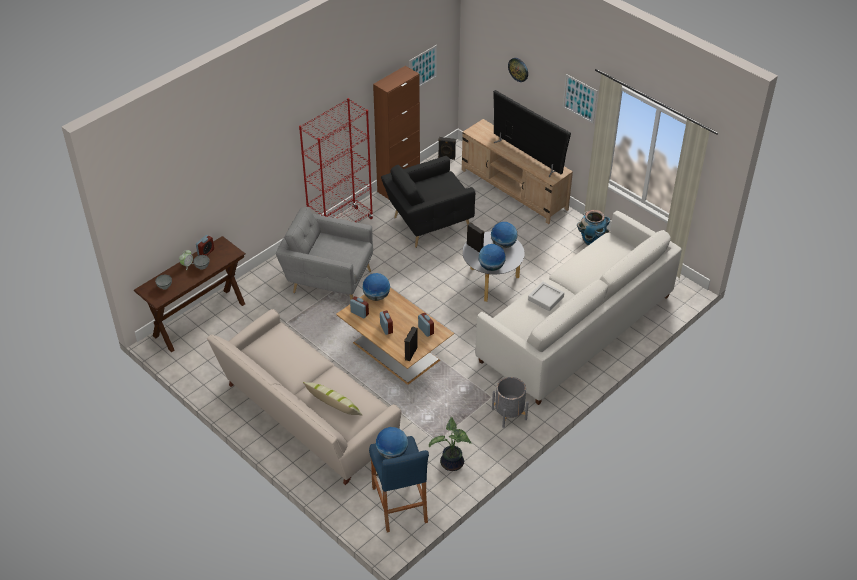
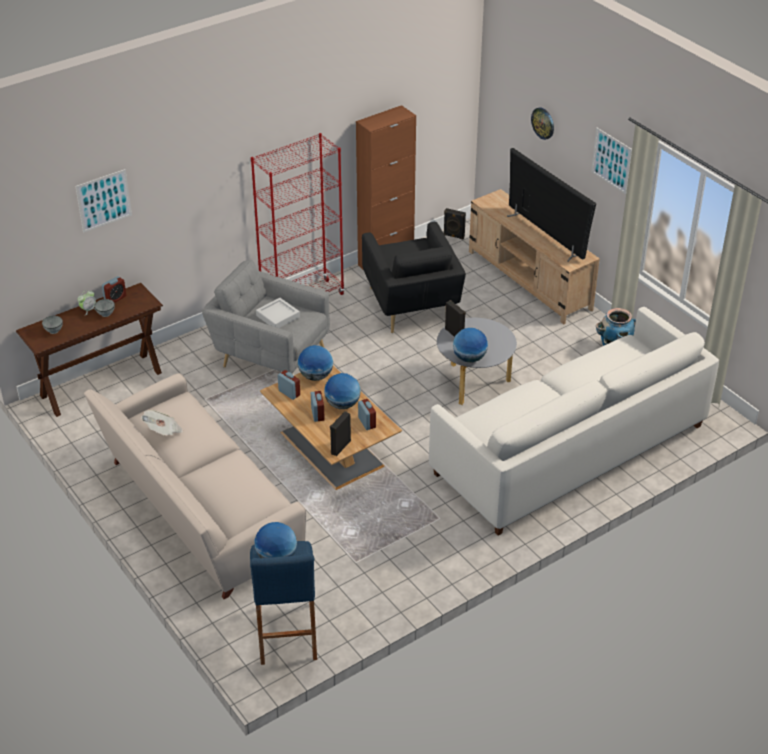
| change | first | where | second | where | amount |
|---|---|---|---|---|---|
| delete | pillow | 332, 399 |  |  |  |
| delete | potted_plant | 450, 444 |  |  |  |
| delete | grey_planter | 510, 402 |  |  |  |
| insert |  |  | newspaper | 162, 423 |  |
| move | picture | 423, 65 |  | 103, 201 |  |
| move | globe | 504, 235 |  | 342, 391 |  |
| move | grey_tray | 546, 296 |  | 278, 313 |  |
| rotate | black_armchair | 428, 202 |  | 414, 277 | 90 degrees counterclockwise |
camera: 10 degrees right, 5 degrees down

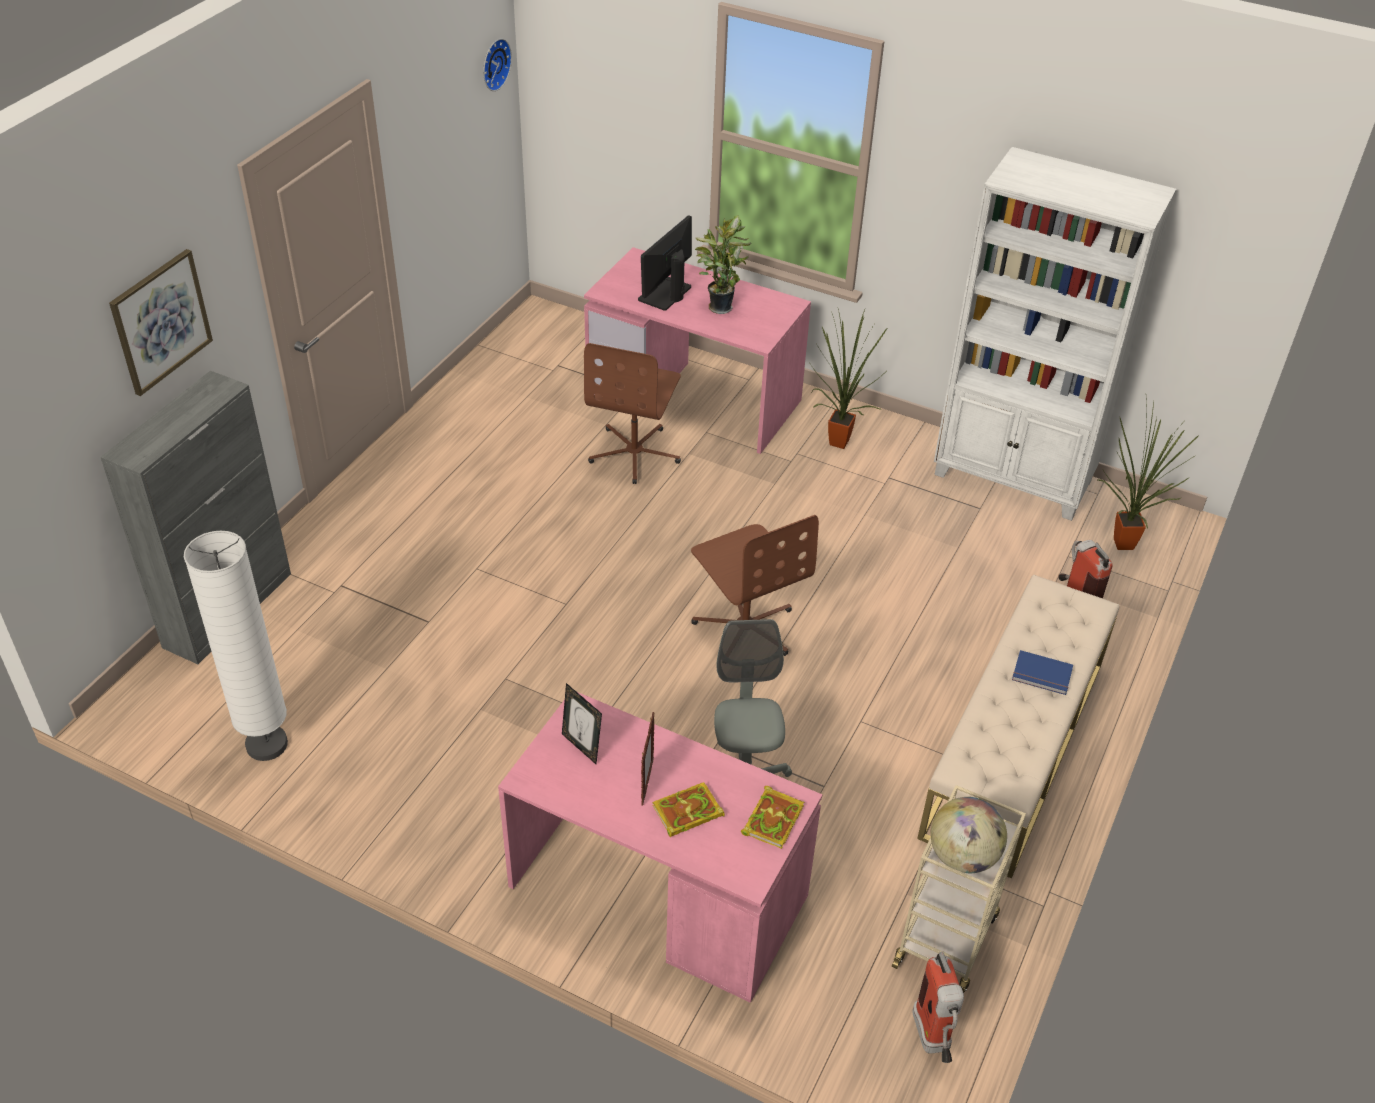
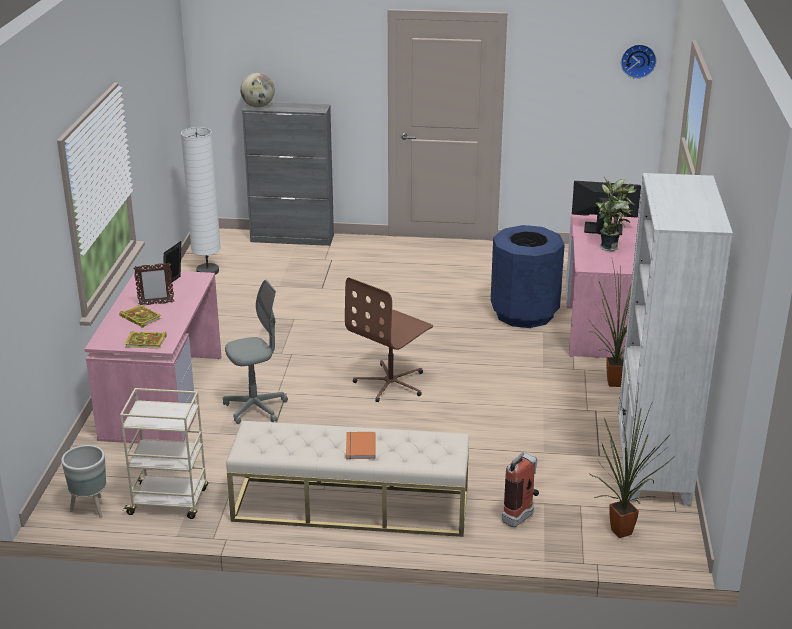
| change | first | where | second | where | amount |
|---|---|---|---|---|---|
| delete | picture | 161, 322 |  |  |  |
| move | globe | 968, 835 |  | 257, 90 |  |
| replace | brown_office_chair | 632, 413 | blue_trash_can | 528, 276 |  |
| replace | fire_extinguisher | 938, 1007 | grey_planter | 83, 481 |  |
| recolor | blue_book | 1042, 672 | orange_book | 361, 445 |  |
camera: 70 degrees right, 15 degrees down

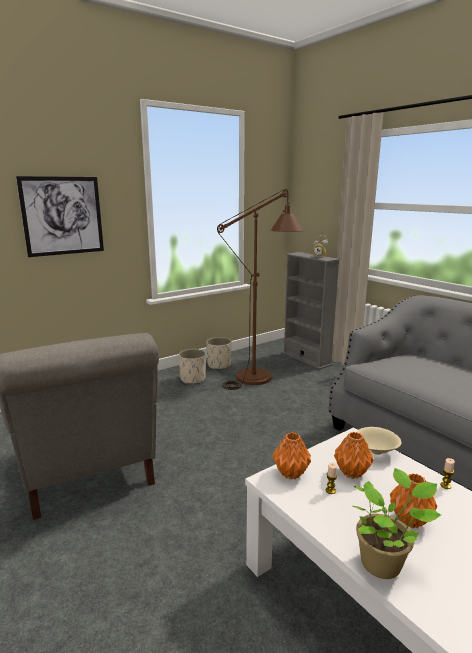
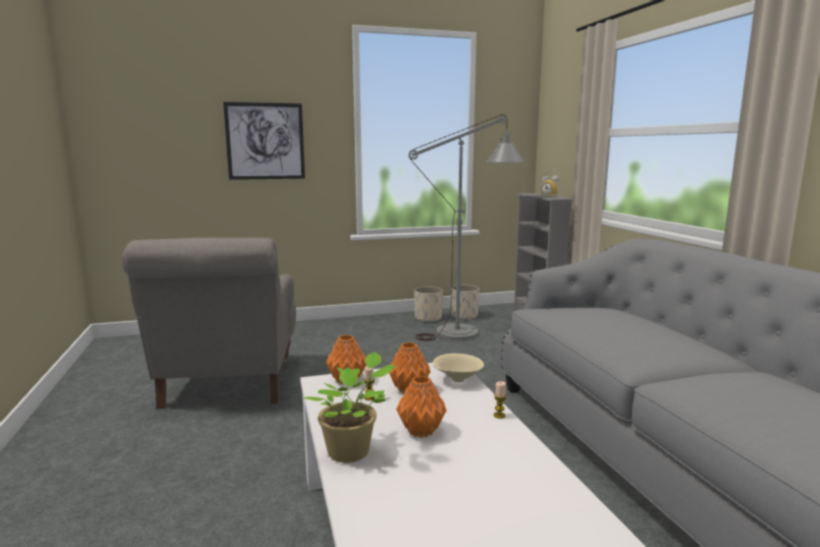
| change | first | where | second | where | amount |
|---|---|---|---|---|---|
| move | beige_planter | 192, 366 |  | 465, 302 |  |
| recolor | brown_floor_lamp | 260, 289 | grey_floor_lamp | 467, 227 |  |
camera: 20 degrees right, 5 degrees down

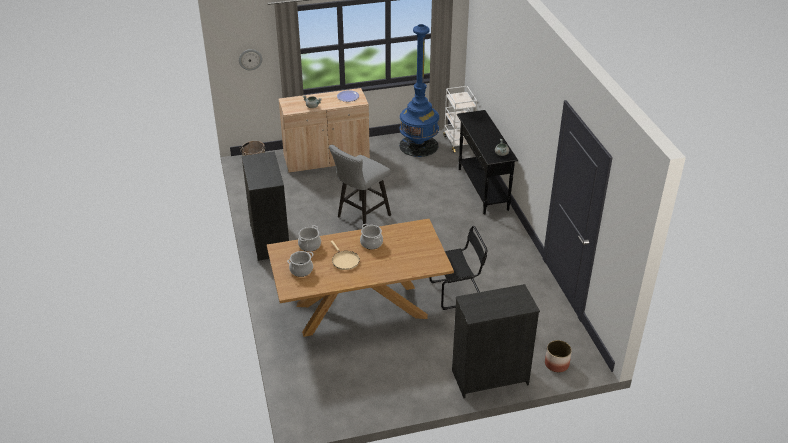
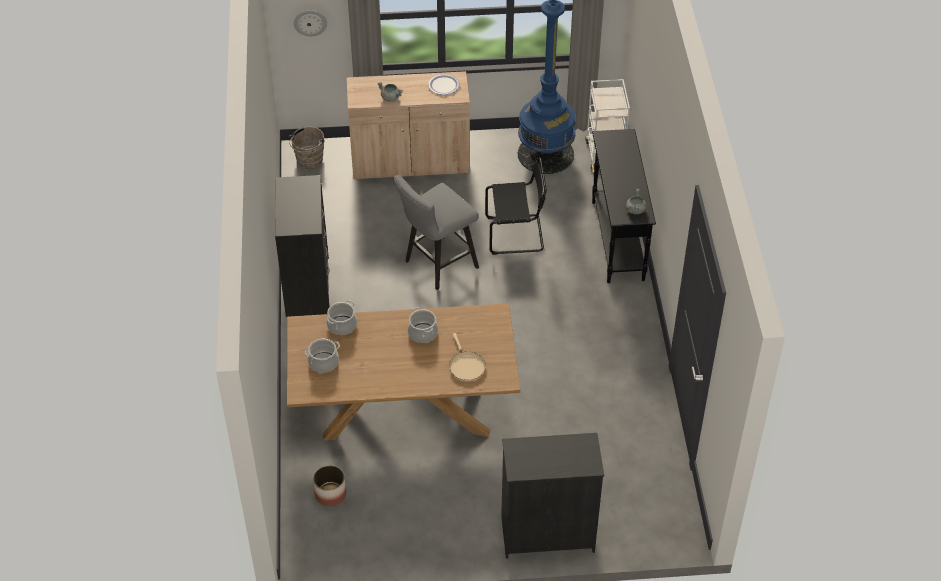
| change | first | where | second | where | amount |
|---|---|---|---|---|---|
| move | beige_frying_pan | 345, 255 |  | 467, 357 |  |
| move | black_chair | 458, 268 |  | 516, 206 |  |
| move | planter | 558, 356 |  | 329, 485 |  |
camera: 10 degrees right, 10 degrees up

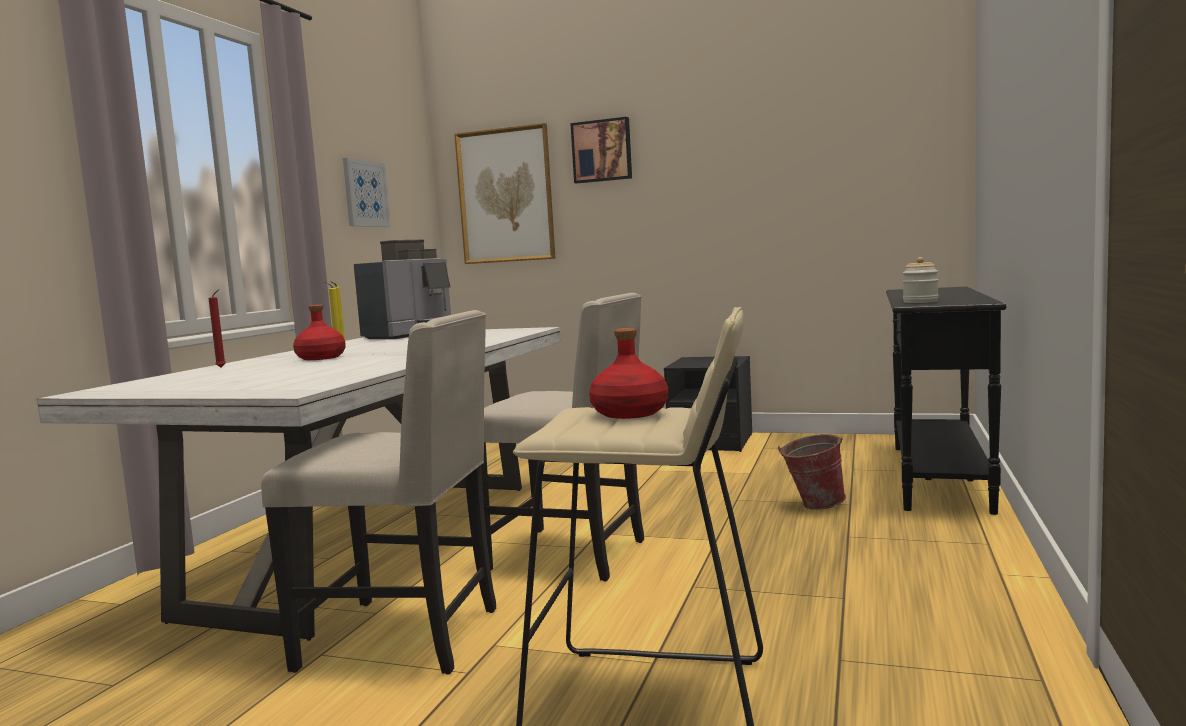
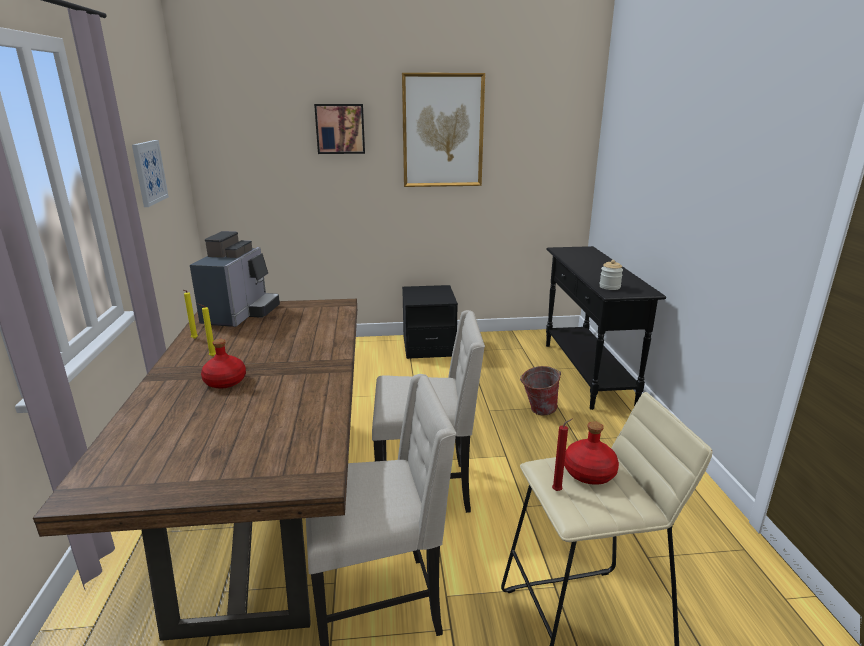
| change | first | where | second | where | amount |
|---|---|---|---|---|---|
| move | red_candle | 217, 328 |  | 562, 455 |  |
| move | picture | 505, 193 |  | 443, 130 |  |
| recolor | white_dining_table | 298, 484 | brown_dining_table | 195, 470 |  |
camera: 25 degrees left, 15 degrees up

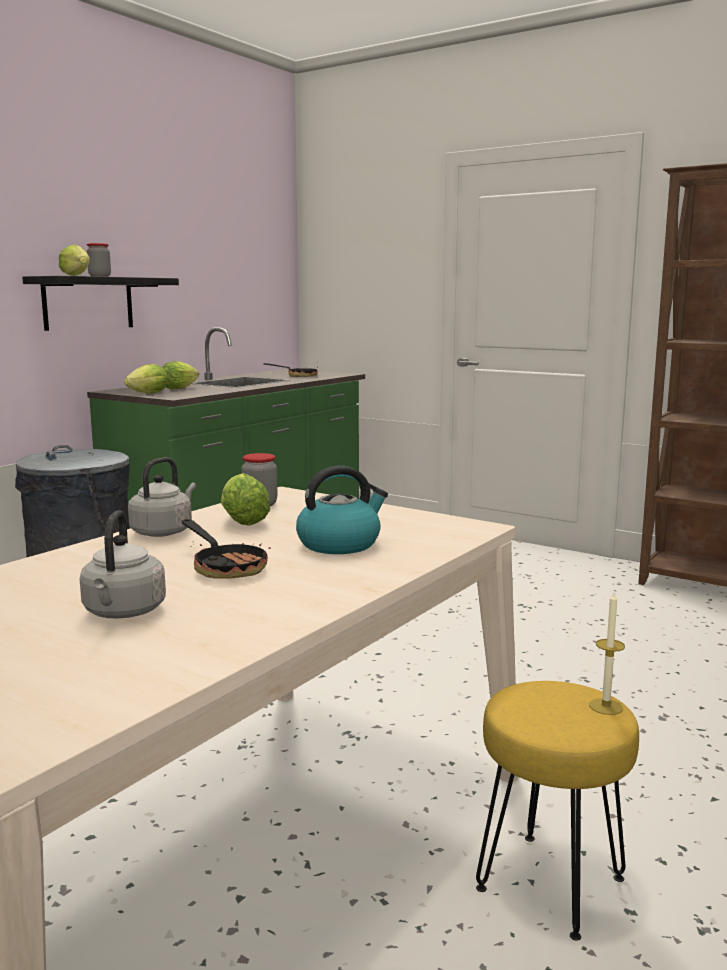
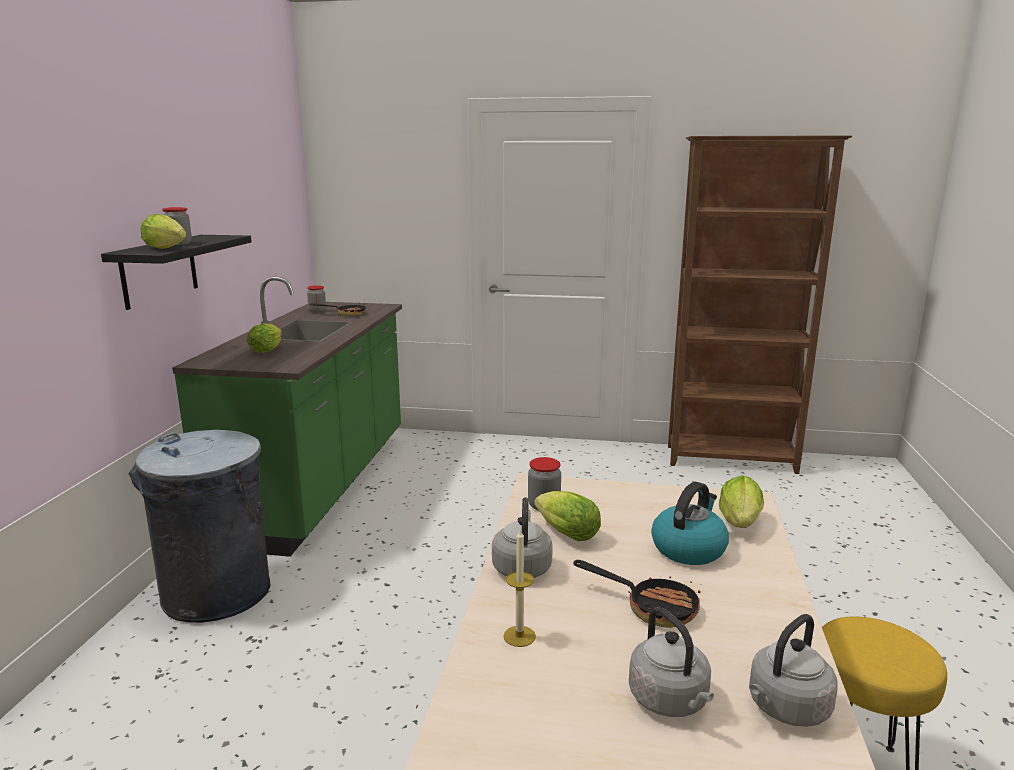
| change | first | where | second | where | amount |
|---|---|---|---|---|---|
| insert |  |  | jar | 316, 299 |  |
| insert |  |  | grey_kettle | 793, 670 |  |
| move | lettuce | 146, 378 |  | 741, 501 |  |
| move | candle | 607, 653 |  | 519, 588 |  |
camera: 25 degrees left, 5 degrees up

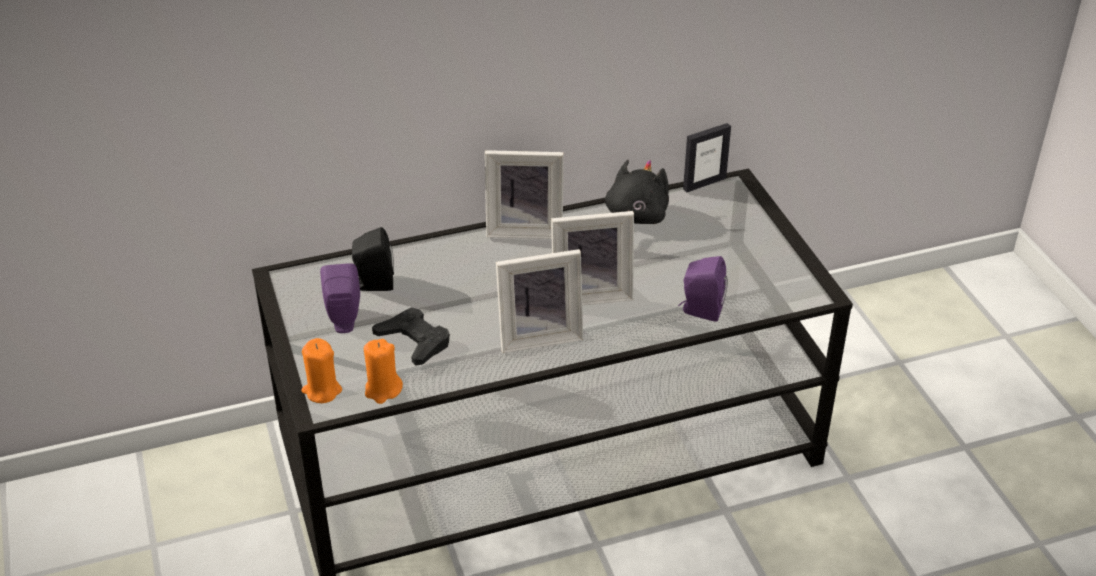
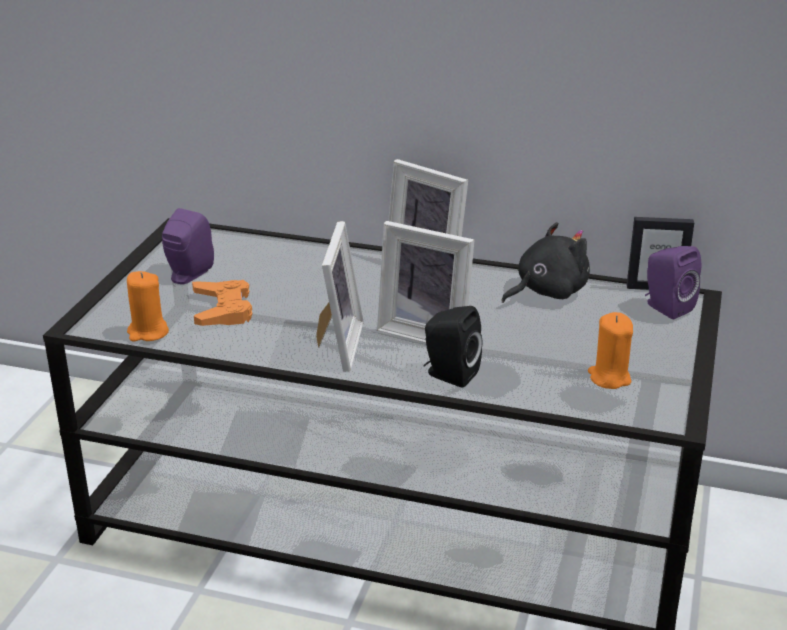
| change | first | where | second | where | amount |
|---|---|---|---|---|---|
| move | orange_candle | 321, 370 |  | 610, 350 |  |
| move | black_speaker | 373, 259 |  | 452, 347 |  |
| move | purple_speaker | 703, 289 |  | 673, 282 |  |
| recolor | black_game_controller | 411, 336 | orange_game_controller | 222, 303 |  |
| rotate | picture_frame | 539, 301 |  | 340, 296 | 105 degrees counterclockwise |
camera: 35 degrees right, 10 degrees down

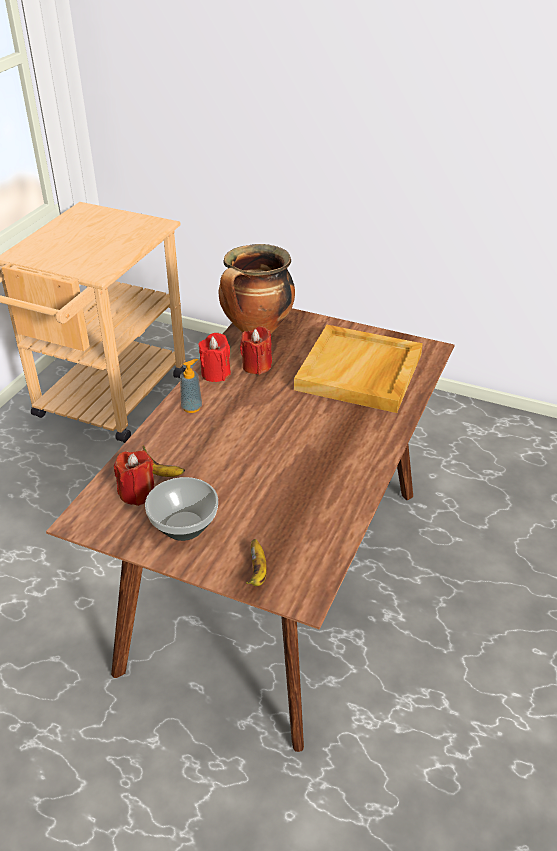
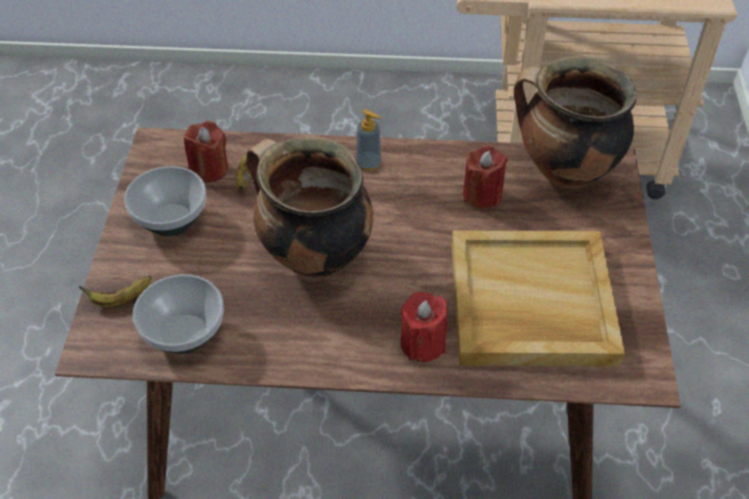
| change | first | where | second | where | amount |
|---|---|---|---|---|---|
| insert |  |  | bowl | 178, 314 |  |
| insert |  |  | cooking_pot | 310, 207 |  |
| move | red_candle | 214, 357 |  | 424, 327 |  |
camera: 70 degrees right, 10 degrees up

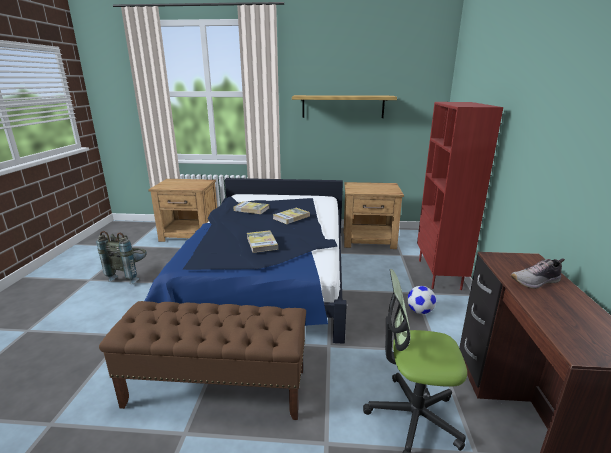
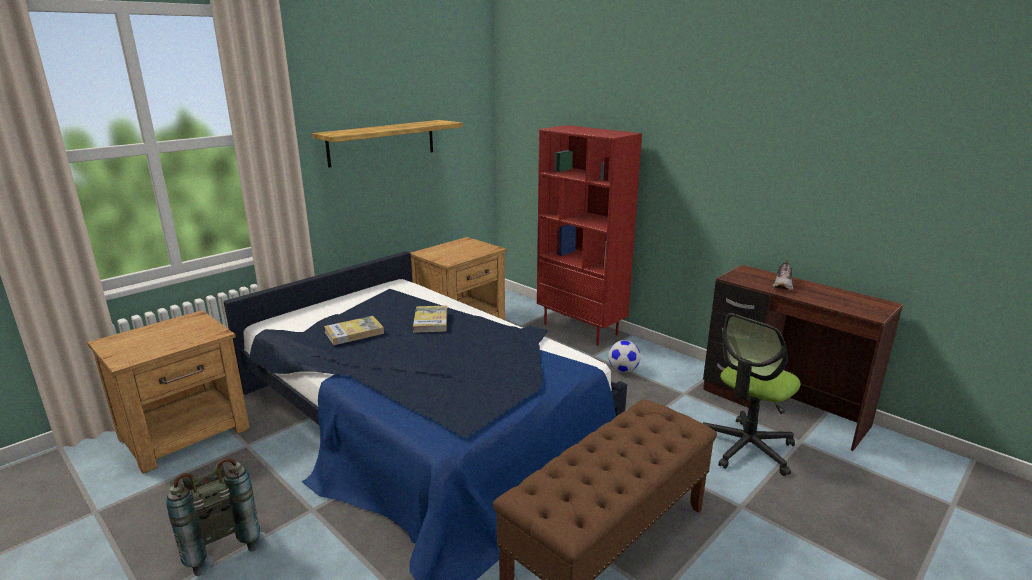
| change | first | where | second | where | amount |
|---|---|---|---|---|---|
| delete | book | 262, 241 |  |  |  |
camera: 50 degrees left, 0 degrees up

